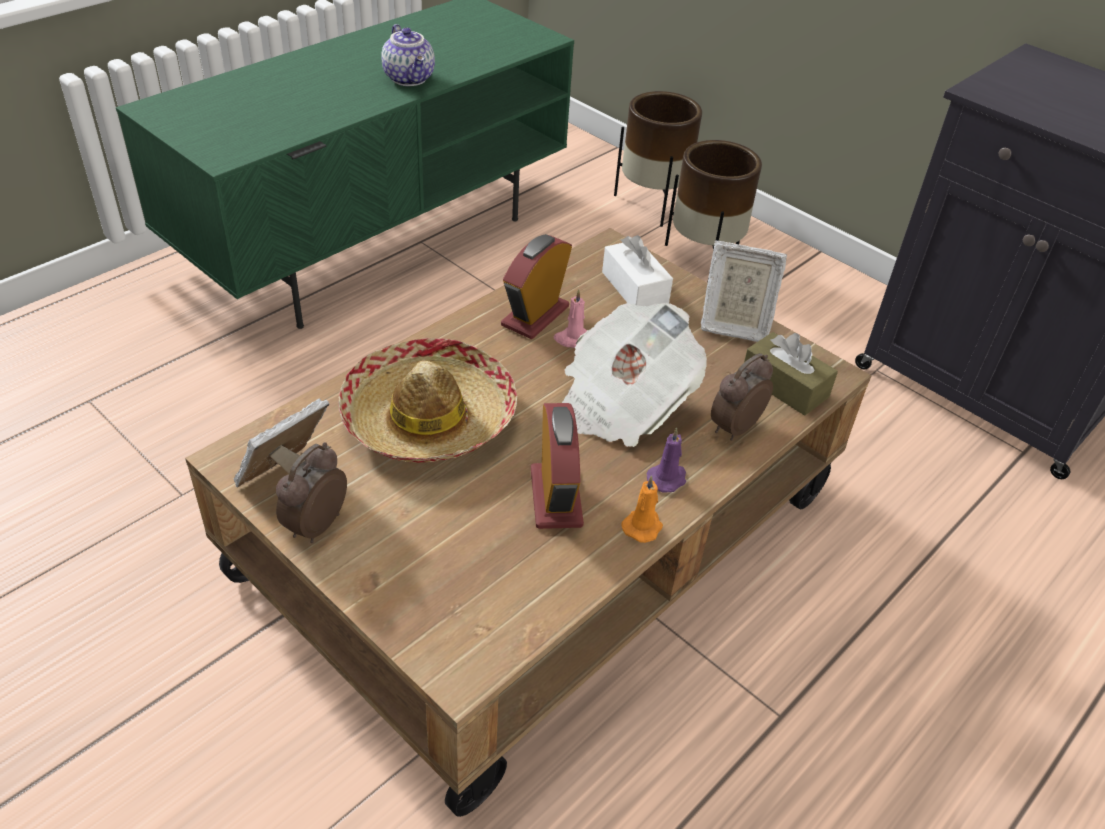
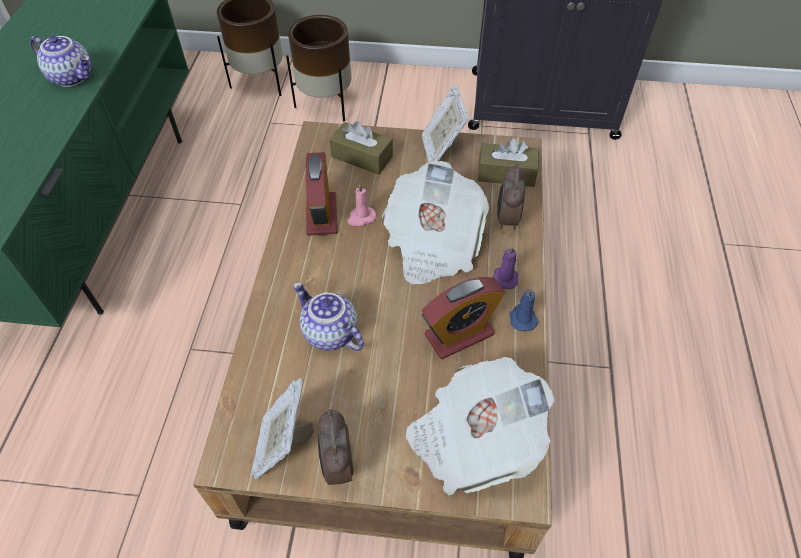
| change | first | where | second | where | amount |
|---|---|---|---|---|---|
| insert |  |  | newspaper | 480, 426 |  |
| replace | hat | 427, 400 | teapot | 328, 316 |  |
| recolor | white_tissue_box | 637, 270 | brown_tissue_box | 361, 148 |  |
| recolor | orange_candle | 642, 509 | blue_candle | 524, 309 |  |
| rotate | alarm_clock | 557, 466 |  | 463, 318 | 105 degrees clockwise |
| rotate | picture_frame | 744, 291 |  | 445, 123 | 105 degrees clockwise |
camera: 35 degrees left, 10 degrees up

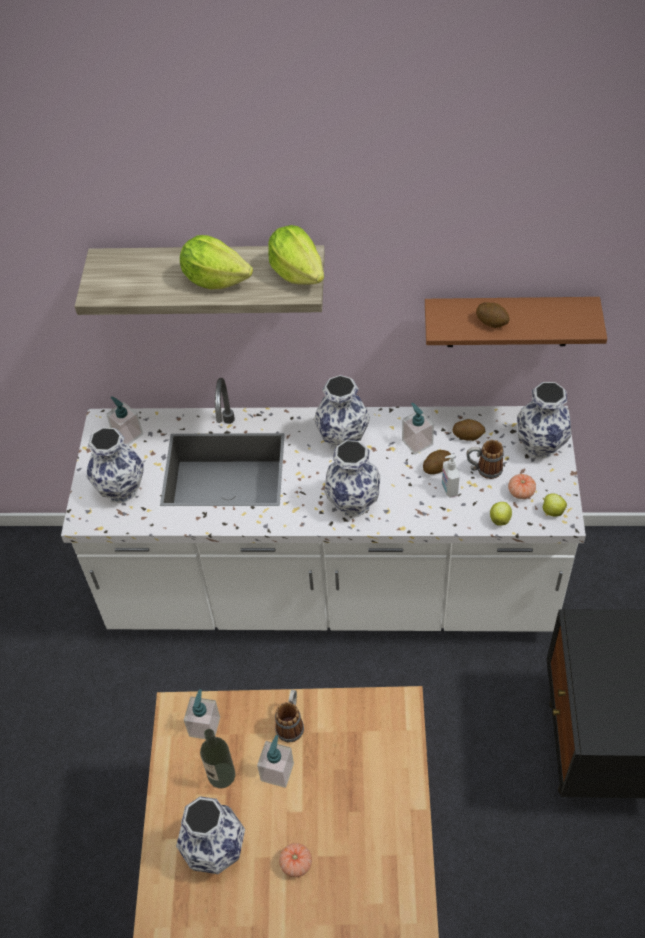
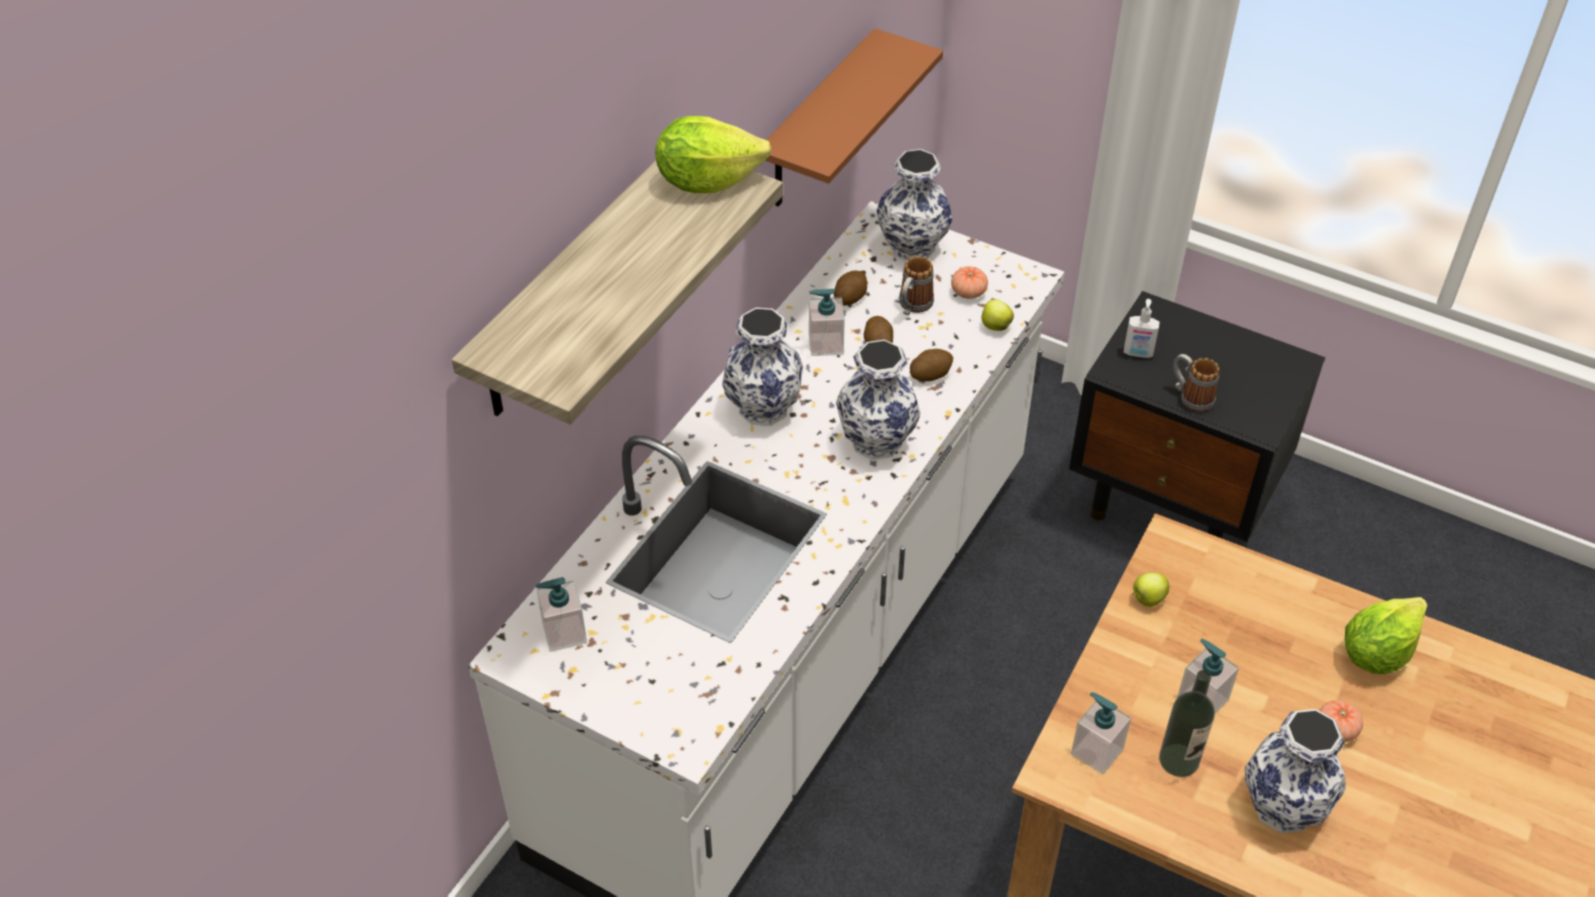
| change | first | where | second | where | amount |
|---|---|---|---|---|---|
| delete | vase | 115, 465 |  |  |  |
| move | lettuce | 216, 262 |  | 1386, 635 |  |
| move | mug | 289, 716 |  | 1196, 383 |  |
| move | soap_dispenser | 451, 476 |  | 1142, 328 |  |
| move | potato | 493, 315 |  | 931, 365 |  |
| move | apple | 555, 505 |  | 1151, 589 |  |
camera: 65 degrees left, 5 degrees down

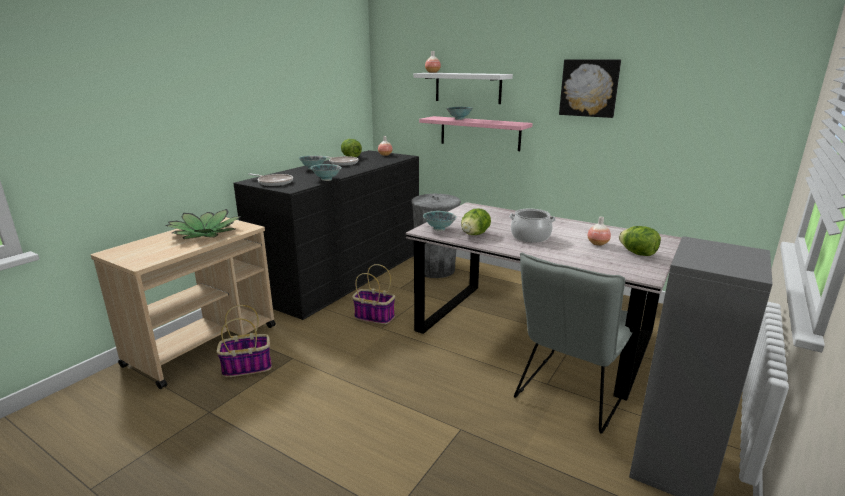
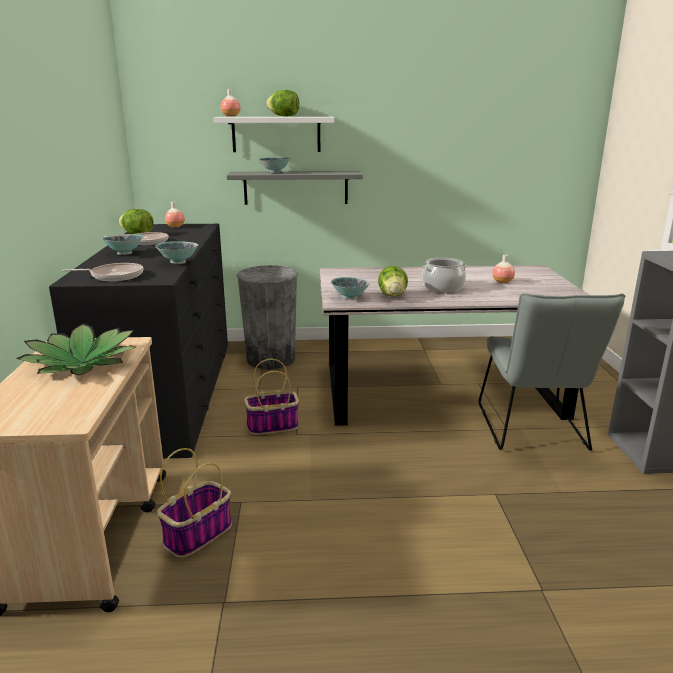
| change | first | where | second | where | amount |
|---|---|---|---|---|---|
| delete | picture | 590, 88 |  |  |  |
| move | lettuce | 640, 241 |  | 282, 103 |  |
| recolor | pink_shelf | 476, 133 | grey_shelf | 295, 188 |  |
camera: 35 degrees left, 0 degrees up

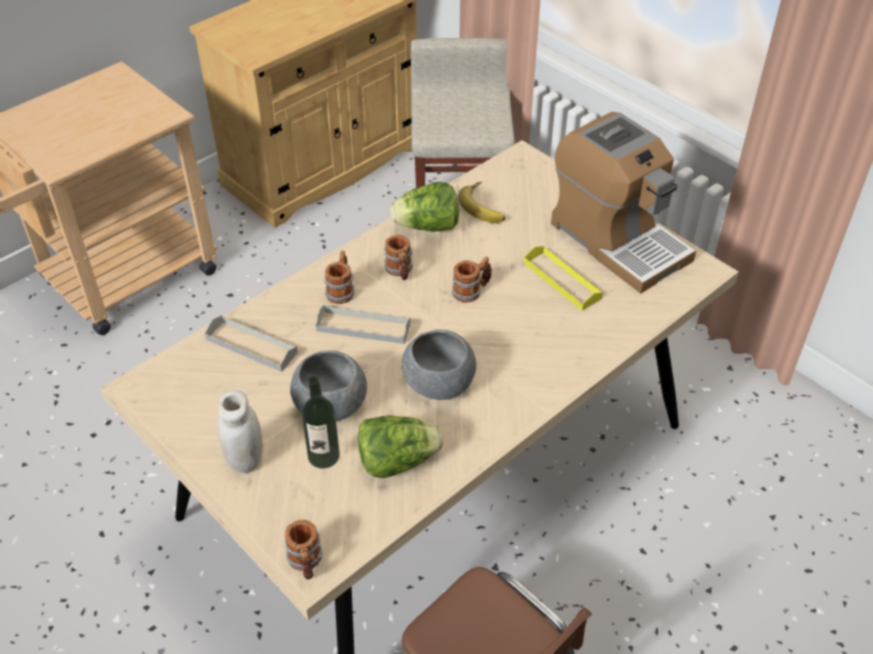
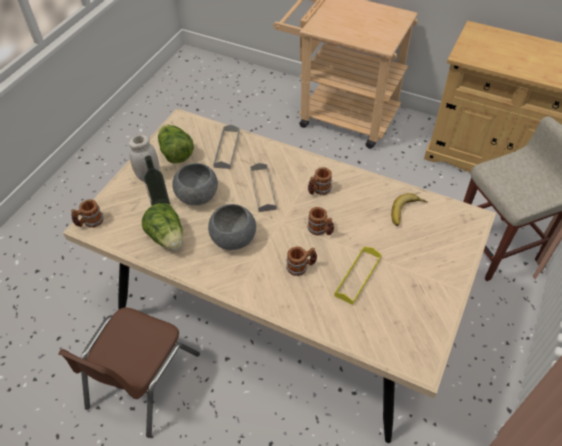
| change | first | where | second | where | amount |
|---|---|---|---|---|---|
| delete | coffee_machine | 623, 202 |  |  |  |
| move | mug | 339, 277 |  | 301, 261 |  |
| move | lettuce | 424, 207 |  | 176, 143 |  |
camera: 70 degrees right, 5 degrees up

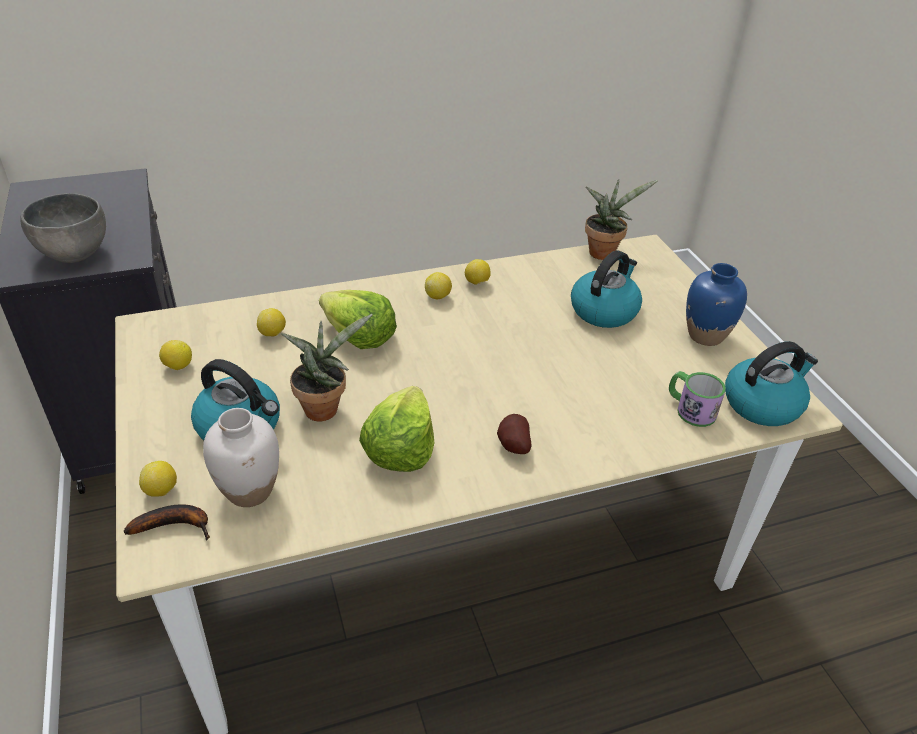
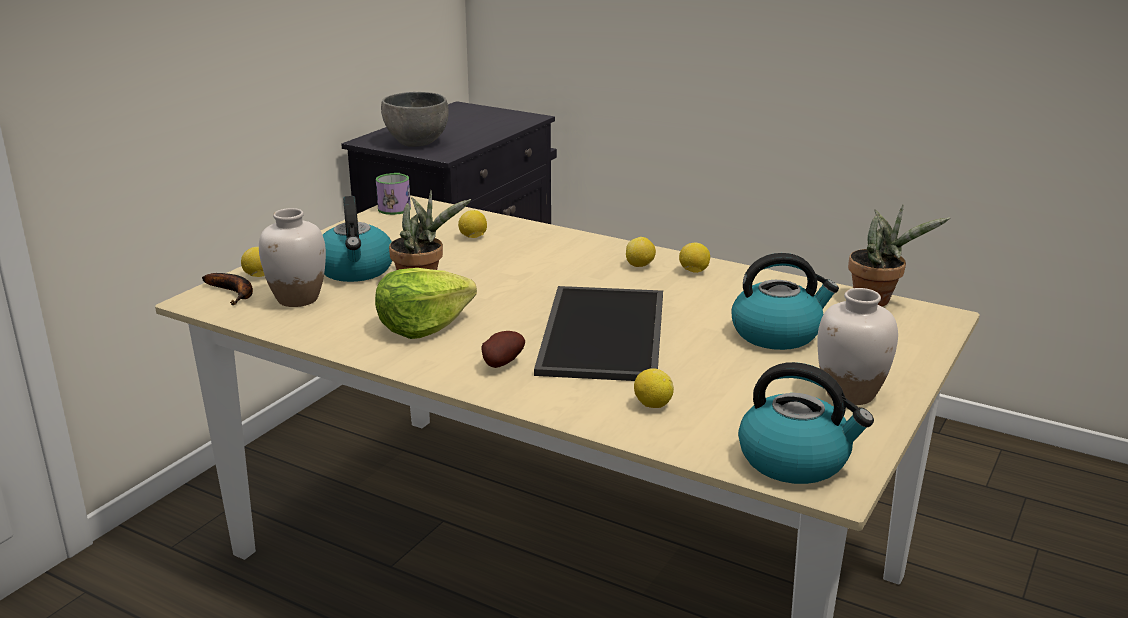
| change | first | where | second | where | amount |
|---|---|---|---|---|---|
| delete | lettuce | 358, 319 |  |  |  |
| insert |  |  | tray | 598, 333 |  |
| move | lemon | 175, 355 |  | 654, 388 |  |
| move | mug | 697, 399 |  | 393, 194 |  |
| recolor | blue_vase | 716, 304 | white_vase | 857, 346 |  |
camera: 50 degrees right, 15 degrees down

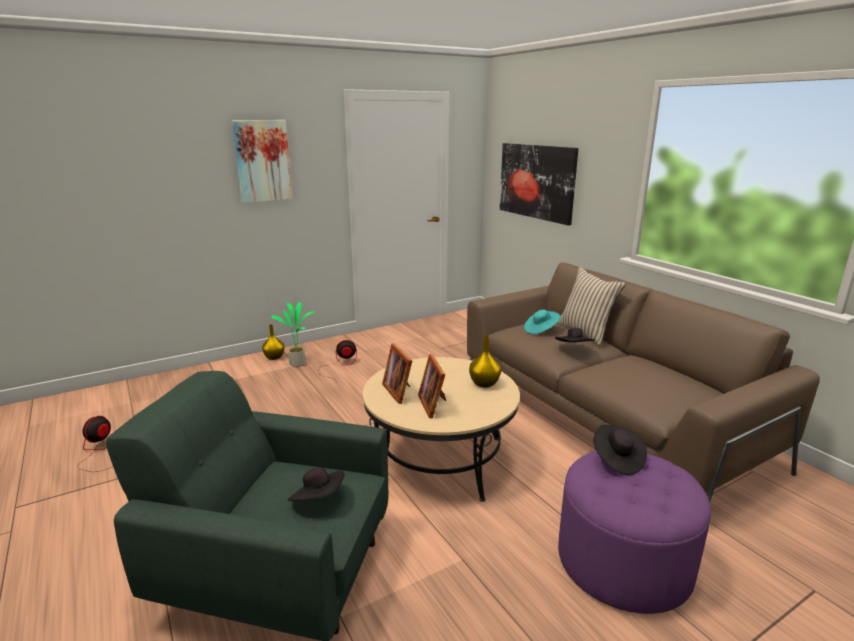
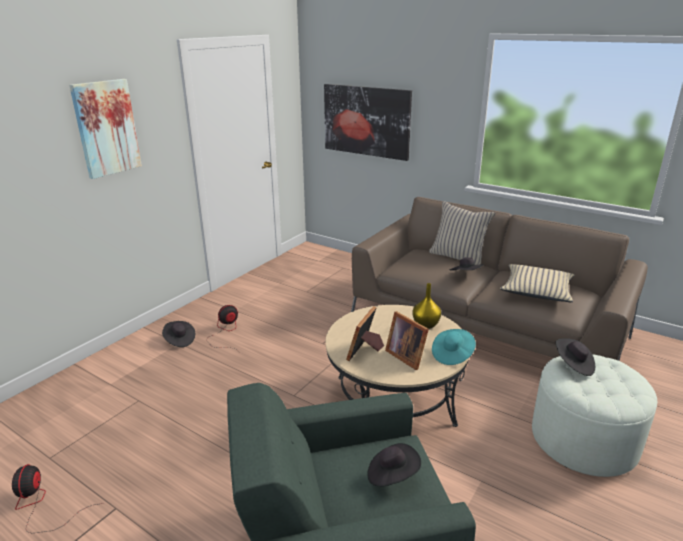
| change | first | where | second | where | amount |
|---|---|---|---|---|---|
| delete | yellow_vase | 273, 342 |  |  |  |
| insert |  |  | beige_pillow | 537, 283 |  |
| move | turquoise_hat | 542, 322 |  | 454, 347 |  |
| replace | potted_plant | 293, 334 | black_hat | 178, 334 |  |
| recolor | purple_ottoman | 634, 532 | white_ottoman | 594, 415 |  |
| rotate | picture_frame | 397, 374 |  | 365, 333 | 75 degrees clockwise |
camera: 25 degrees left, 5 degrees up

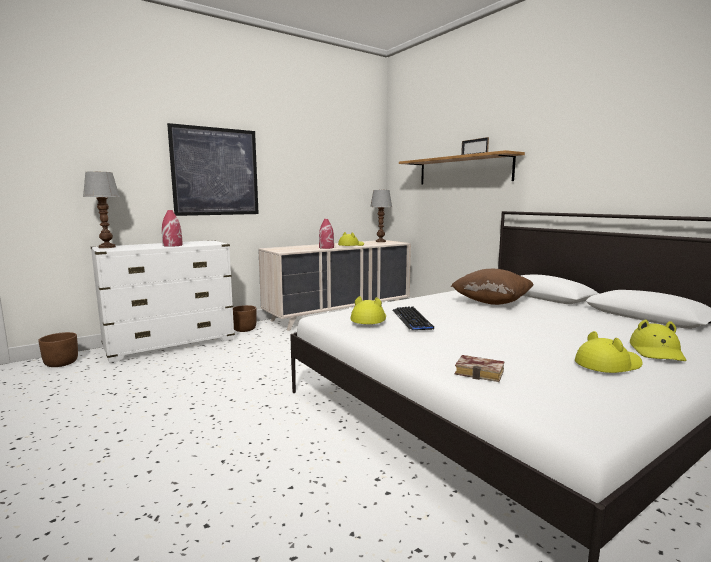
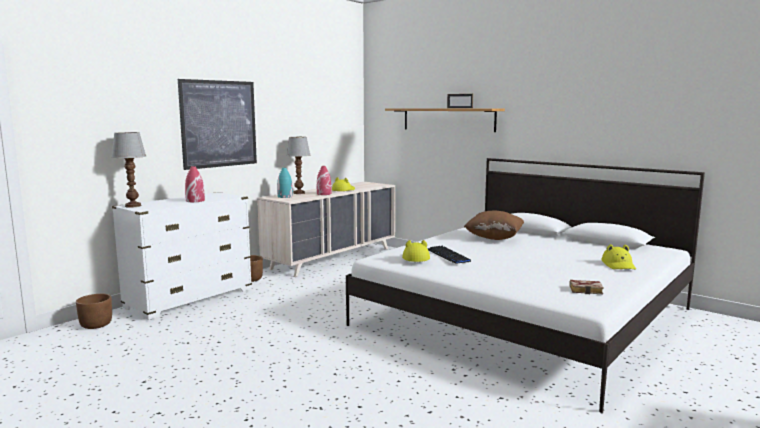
| change | first | where | second | where | amount |
|---|---|---|---|---|---|
| delete | yellow_hat | 608, 352 |  |  |  |
| insert |  |  | turquoise_vase | 285, 183 |  |
| move | table_lamp | 381, 216 |  | 298, 165 |  |
| move | book | 479, 368 |  | 586, 287 |  |
camera: 15 degrees left, 0 degrees up

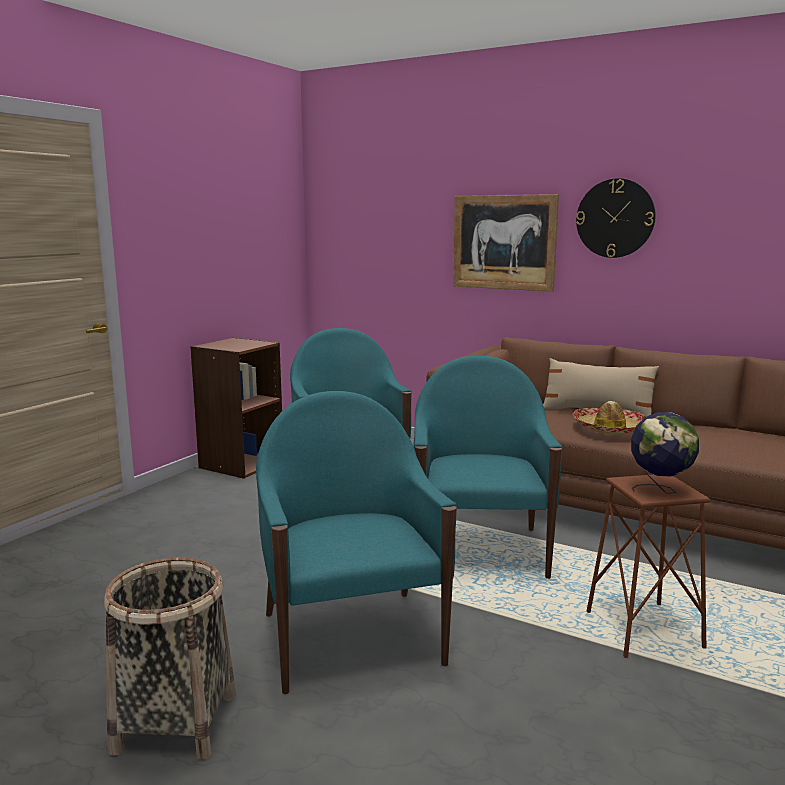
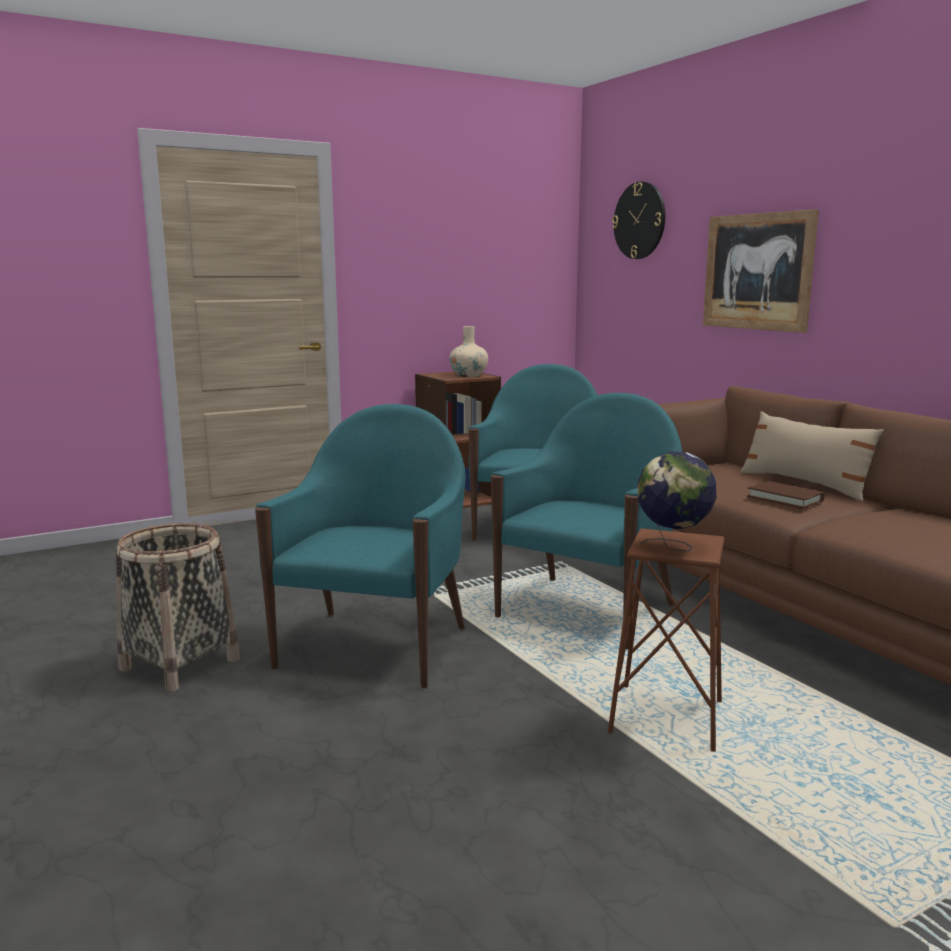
| change | first | where | second | where | amount |
|---|---|---|---|---|---|
| insert |  |  | beige_vase | 468, 351 |  |
| move | wall_clock | 616, 218 |  | 638, 220 |  |
| replace | hat | 609, 418 | brown_book | 786, 495 |  |
camera: 30 degrees right, 0 degrees up

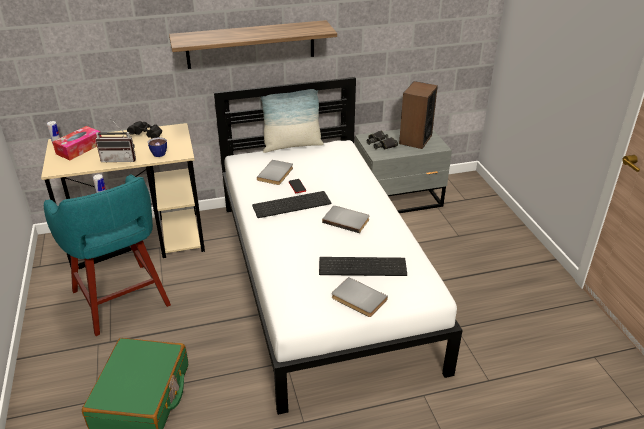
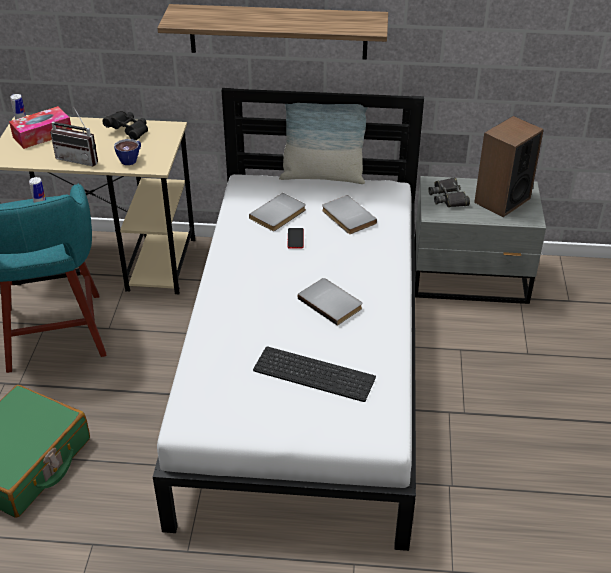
| change | first | where | second | where | amount |
|---|---|---|---|---|---|
| delete | keyboard | 291, 204 |  |  |  |
| move | grey_book | 360, 297 |  | 349, 214 |  |
camera: 20 degrees right, 5 degrees up

